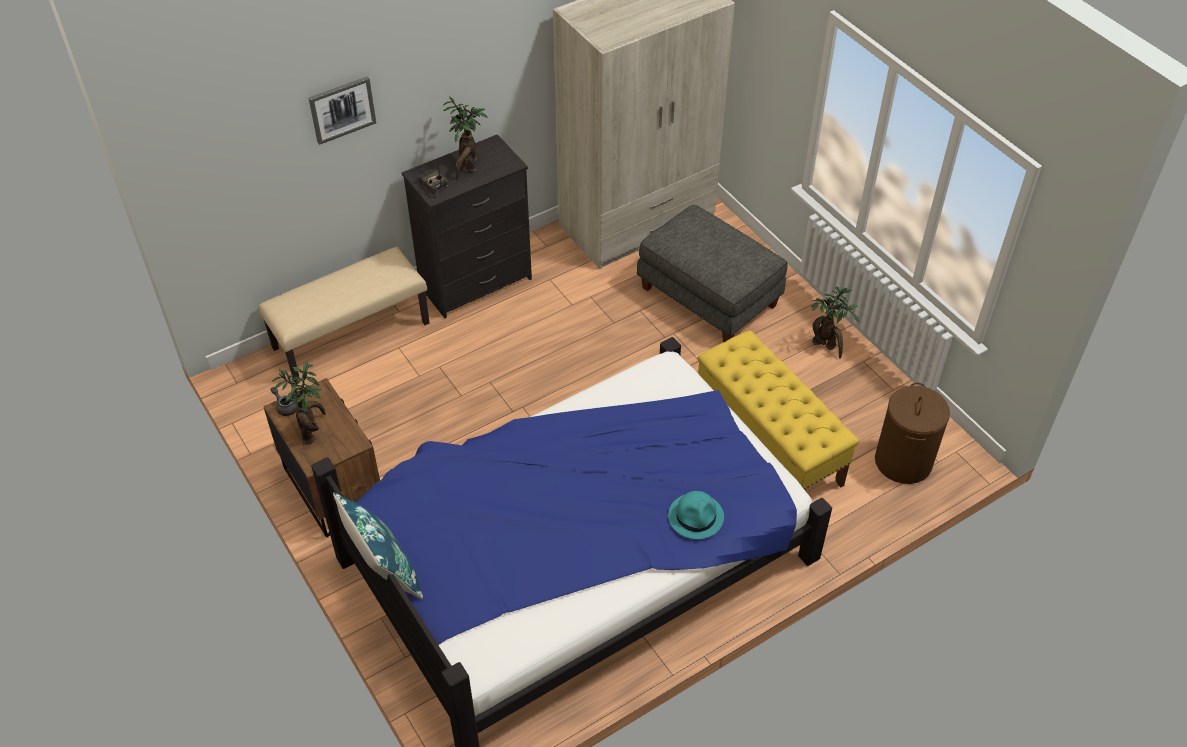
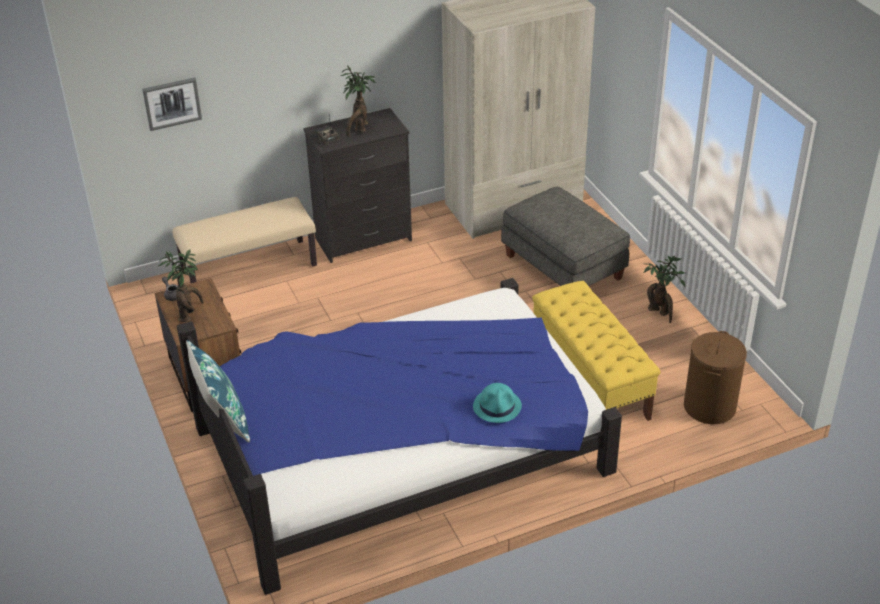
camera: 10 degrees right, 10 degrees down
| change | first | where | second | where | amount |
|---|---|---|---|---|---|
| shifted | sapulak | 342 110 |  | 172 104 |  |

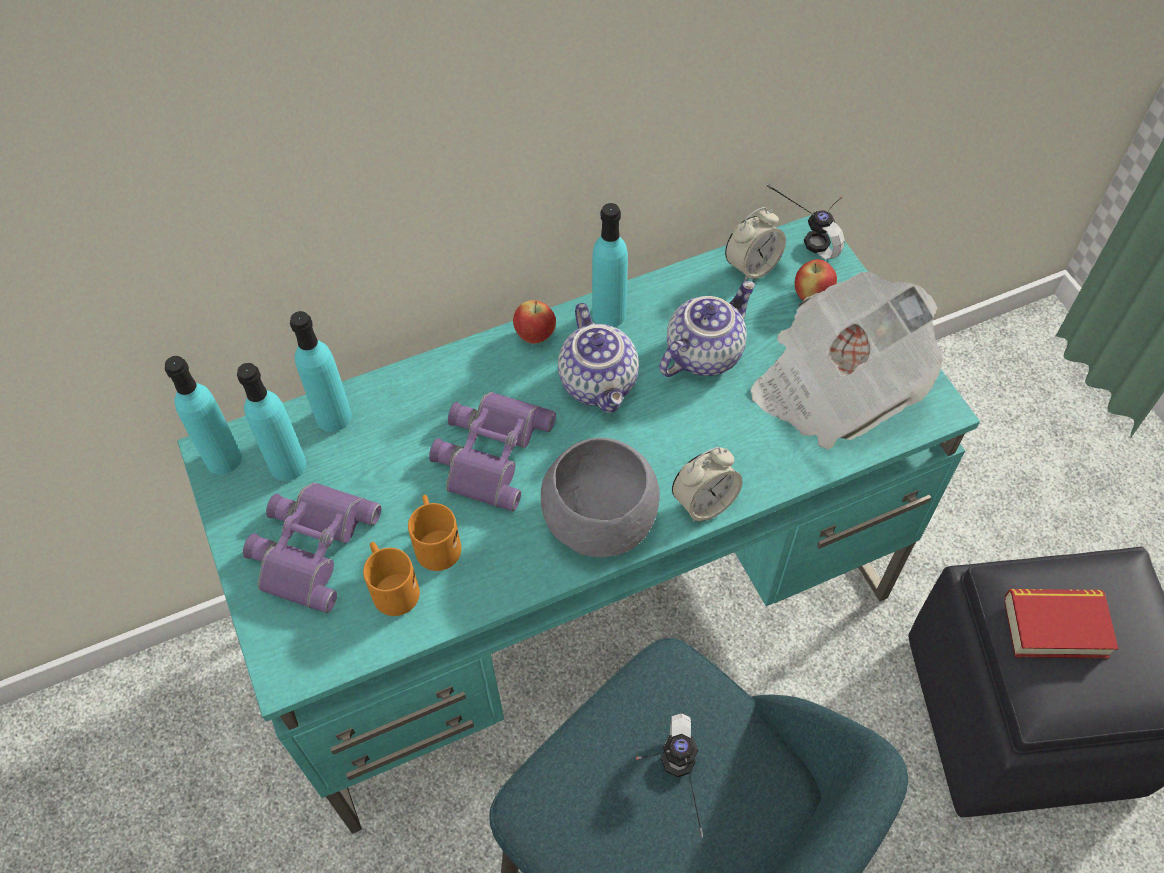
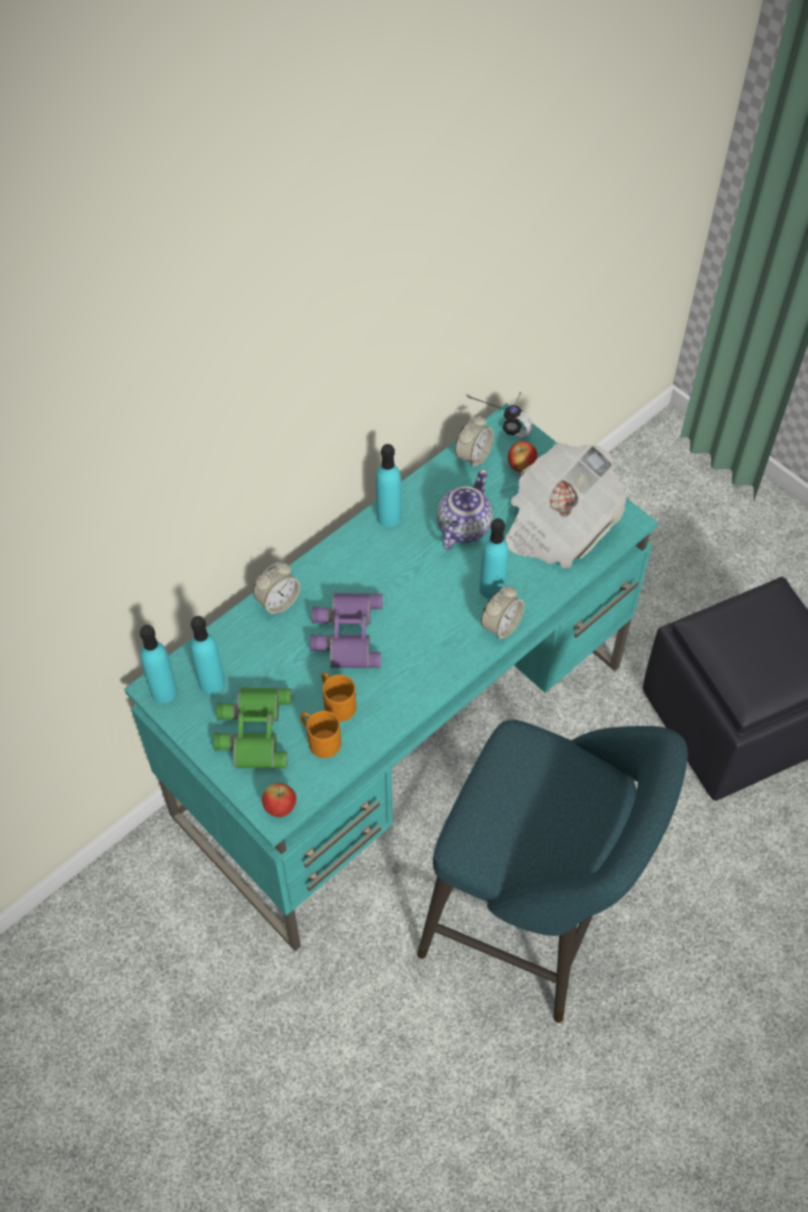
camera: 20 degrees left, 0 degrees up
| change | first | where | second | where | amount |
|---|---|---|---|---|---|
| repainted | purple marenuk | 312 547 | green marenuk | 252 728 |  |
| shifted | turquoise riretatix | 321 371 |  | 494 558 |  |
| shifted | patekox | 534 322 |  | 279 800 |  |
| gone | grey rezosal | 600 497 |  |  |  |
| gone | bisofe | 598 358 |  |  |  |
| gone | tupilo | 669 775 |  |  |  |
| gone | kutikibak | 1061 623 |  |  |  |
| new |  |  | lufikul | 276 589 |  |

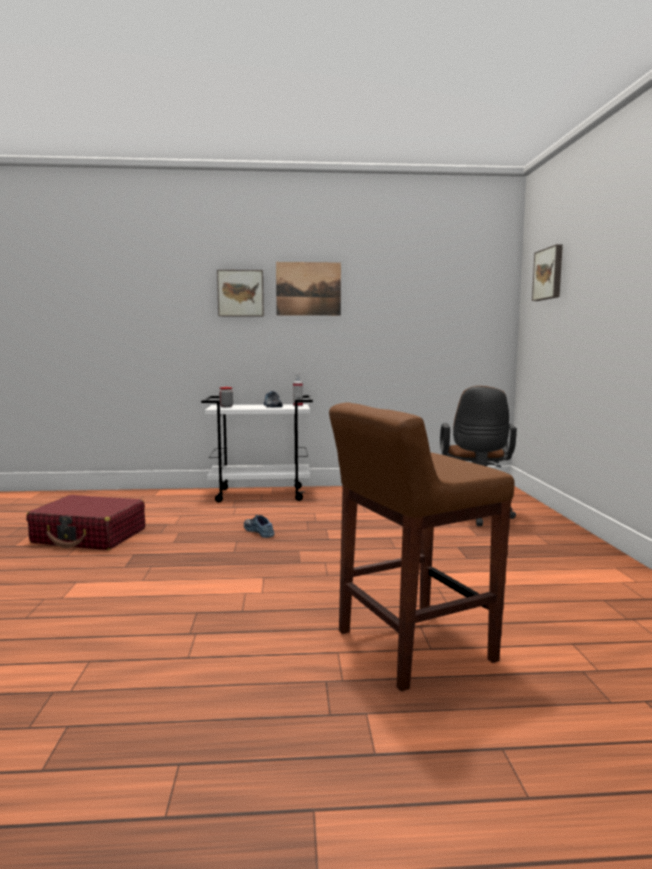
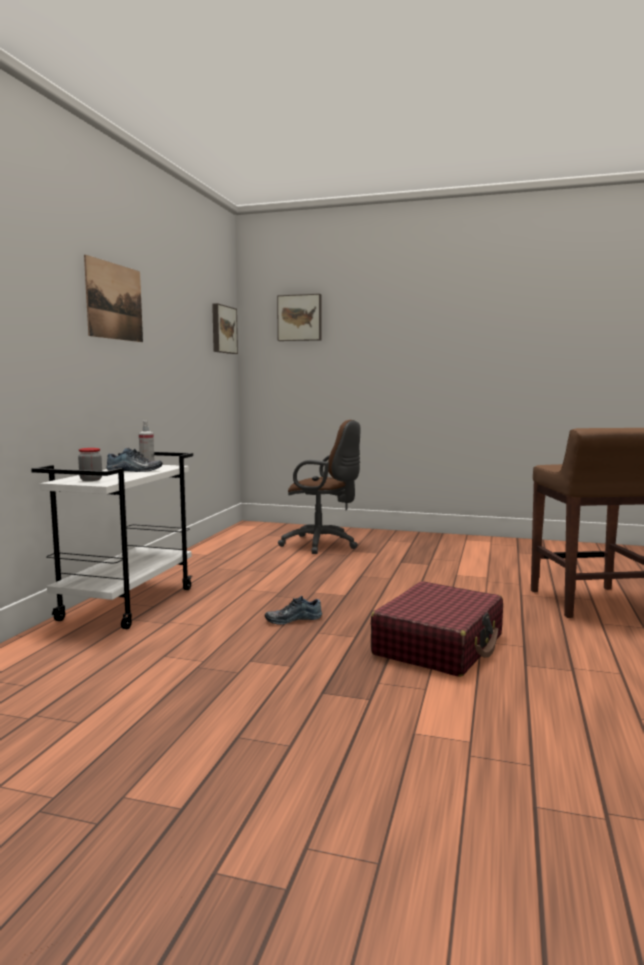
camera: 70 degrees left, 0 degrees up
| change | first | where | second | where | amount |
|---|---|---|---|---|---|
| shifted | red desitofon | 85 522 |  | 437 629 |  |
| shifted | sapulak | 240 293 |  | 225 328 |  |

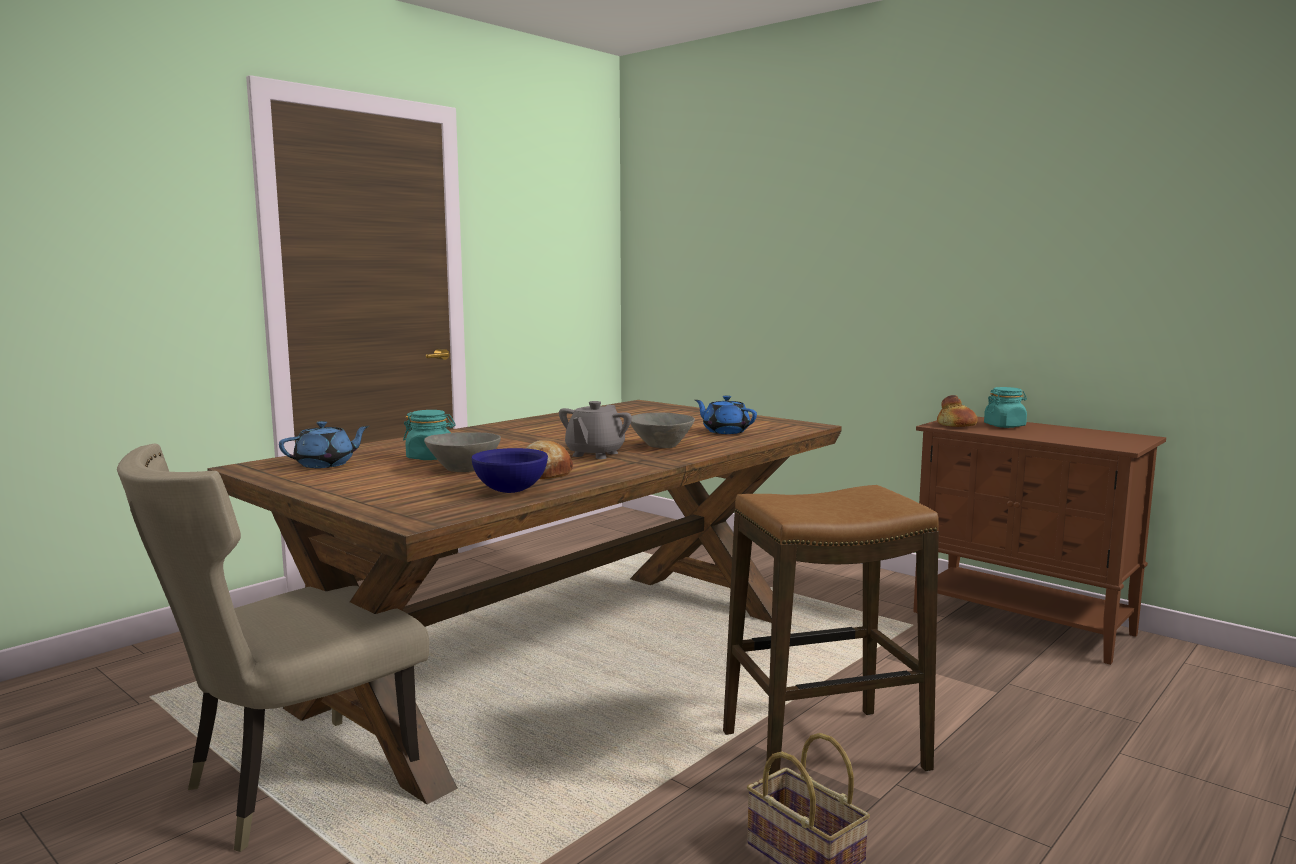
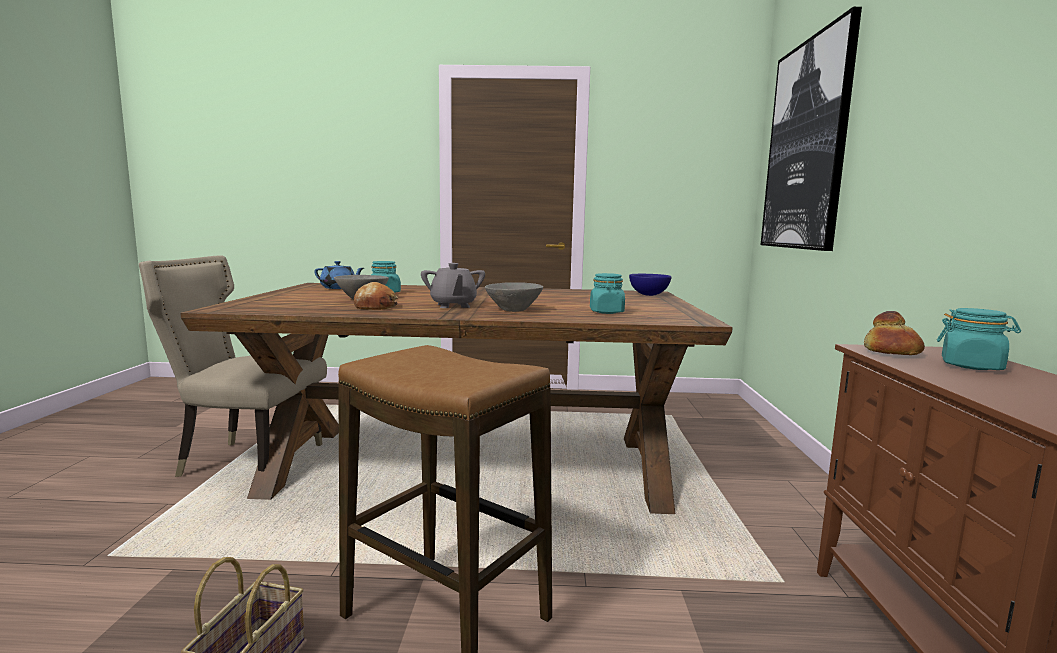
camera: 50 degrees right, 0 degrees up
| change | first | where | second | where | amount |
|---|---|---|---|---|---|
| shifted | blue rezosal | 509 470 |  | 650 285 |  |
| rotated | grey bisofe | 595 430 |  | 453 285 | 90 degrees counterclockwise |
| swapped | blue bisofe | 726 414 | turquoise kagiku | 607 293 |  |
| new |  |  | sapulak | 811 129 |  |

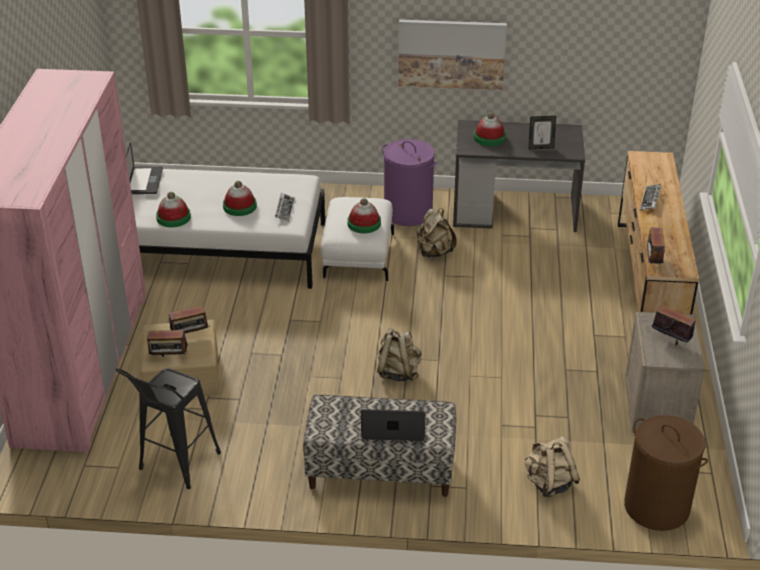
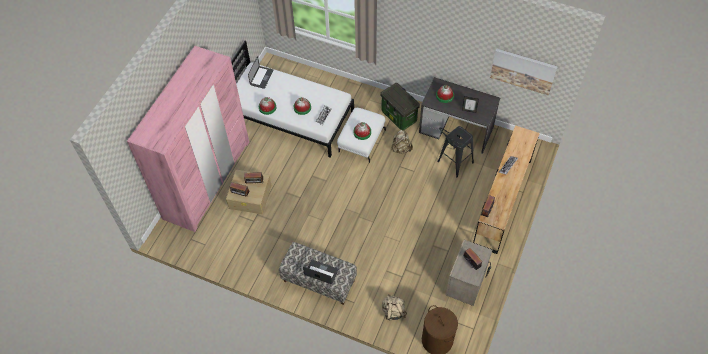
camera: 20 degrees right, 20 degrees up
| change | first | where | second | where | amount |
|---|---|---|---|---|---|
| shifted | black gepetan | 168 428 |  | 455 151 |  |
| gone | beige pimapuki | 399 354 |  |  |  |
| swapped | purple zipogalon | 410 182 | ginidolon | 400 106 |  |
| shifted | sapulak | 452 54 |  | 524 72 |  |

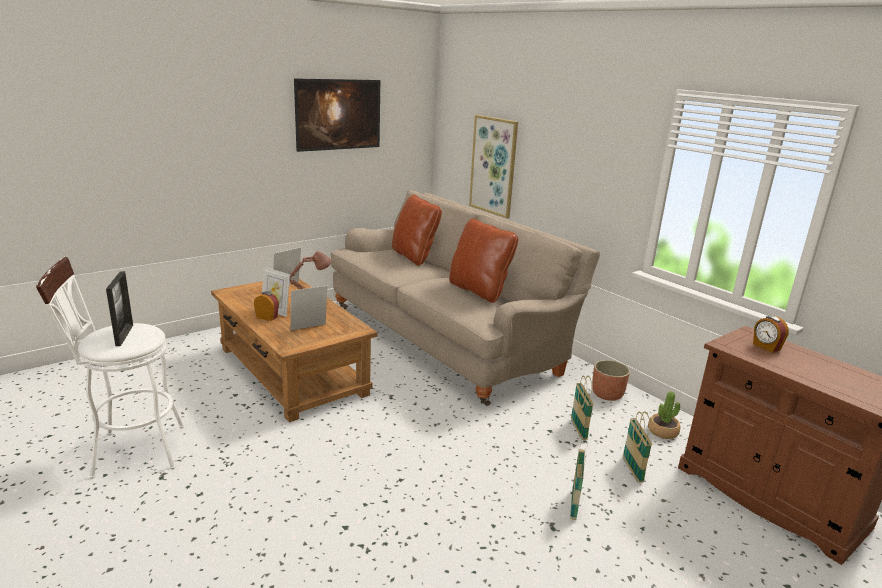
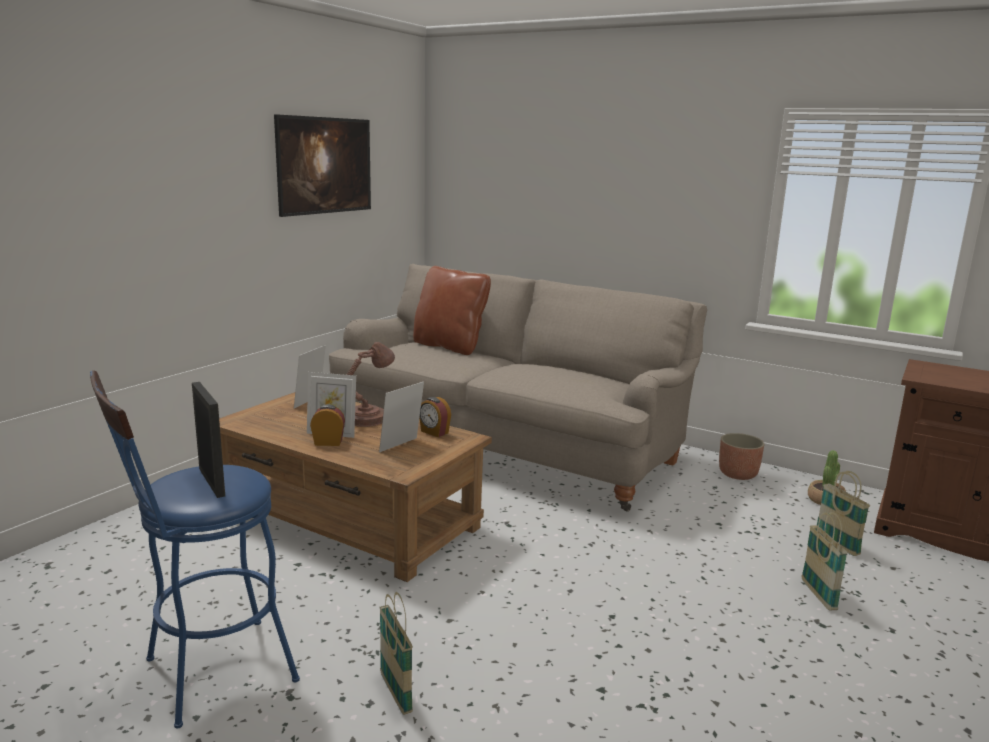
camera: 20 degrees left, 5 degrees down
| change | first | where | second | where | amount |
|---|---|---|---|---|---|
| repainted | white gepetan | 110 368 | blue gepetan | 195 549 |  |
| gone | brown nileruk | 483 260 |  |  |  |
| gone | sapulak | 493 166 |  |  |  |
| shifted | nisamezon | 582 408 |  | 396 653 |  |
| shifted | lufikul | 771 334 |  | 435 417 |  |

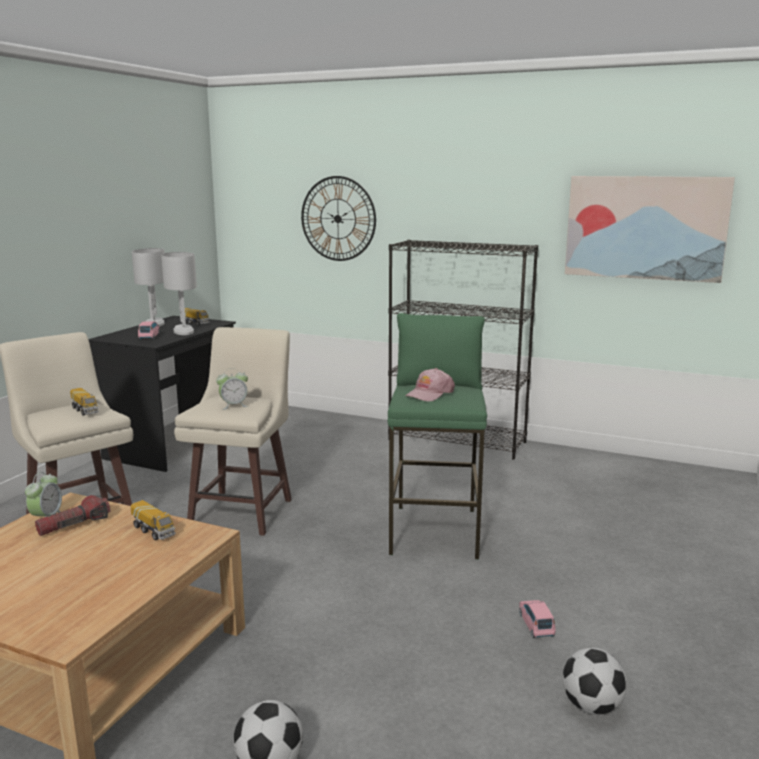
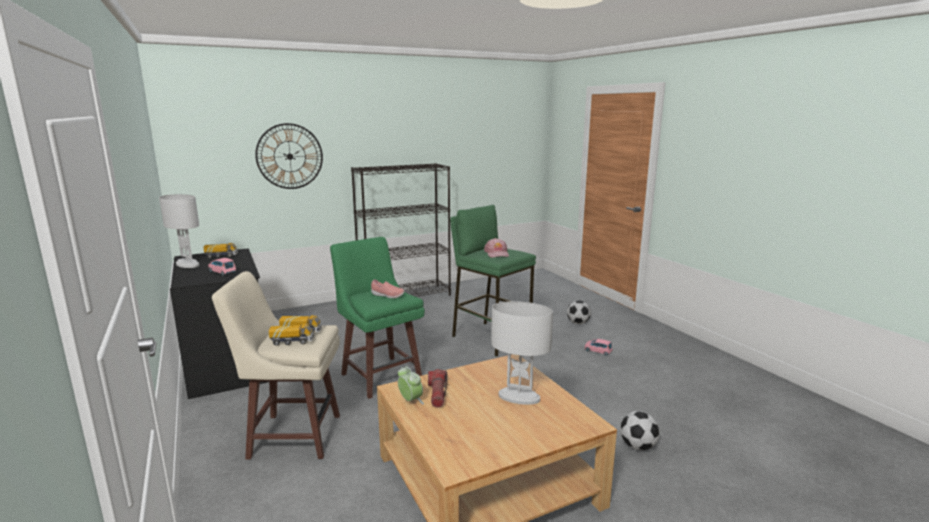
camera: 50 degrees left, 0 degrees up
| change | first | where | second | where | amount |
|---|---|---|---|---|---|
| shifted | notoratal | 153 520 |  | 291 335 |  |
| shifted | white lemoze | 179 293 |  | 522 353 |  |
| repainted | beige gepetan | 233 431 | green gepetan | 377 318 |  |
| swapped | lufikul | 232 389 | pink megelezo | 388 288 |  |
| shifted | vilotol | 594 681 |  | 579 312 |  |
| gone | sapulak | 650 229 |  |  |  |

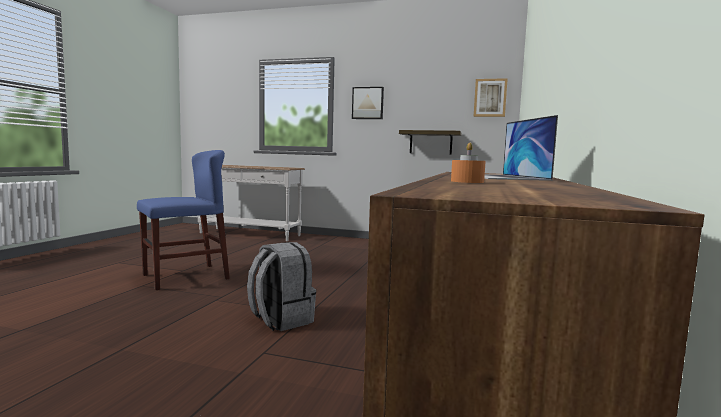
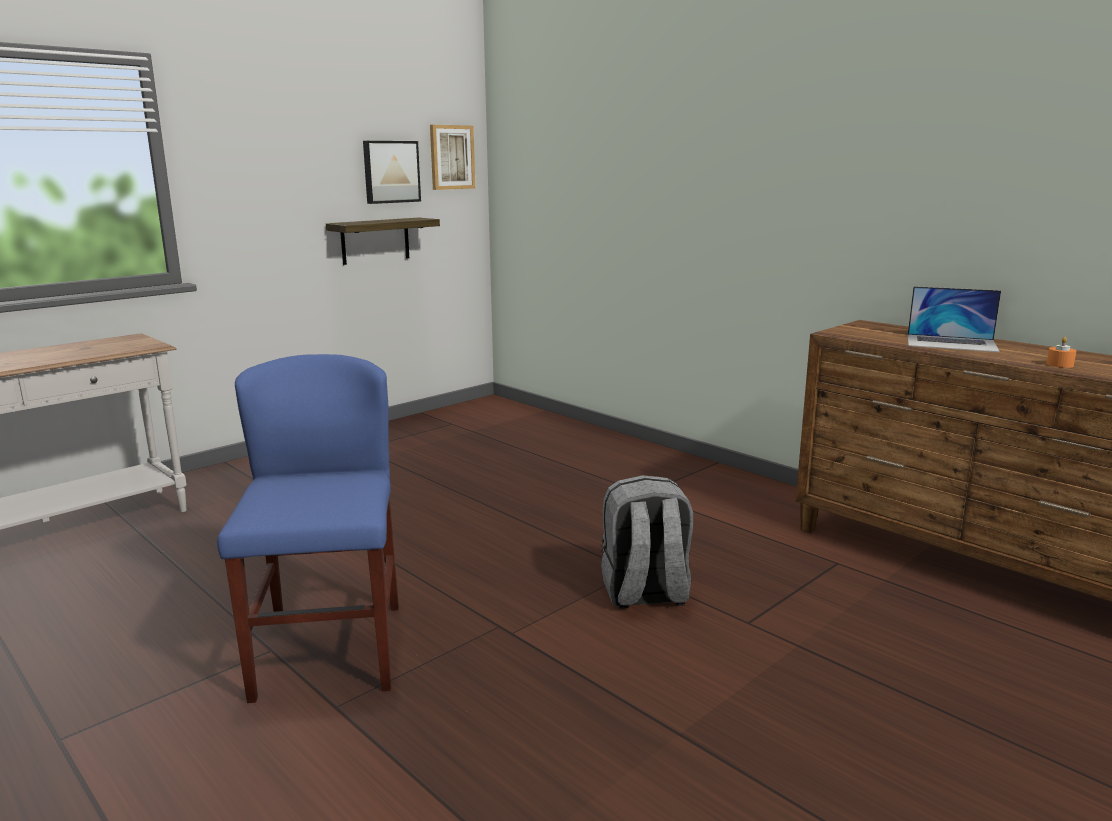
camera: 60 degrees left, 10 degrees up
| change | first | where | second | where | amount |
|---|---|---|---|---|---|
| shifted | sapulak | 368 103 |  | 392 172 |  |

